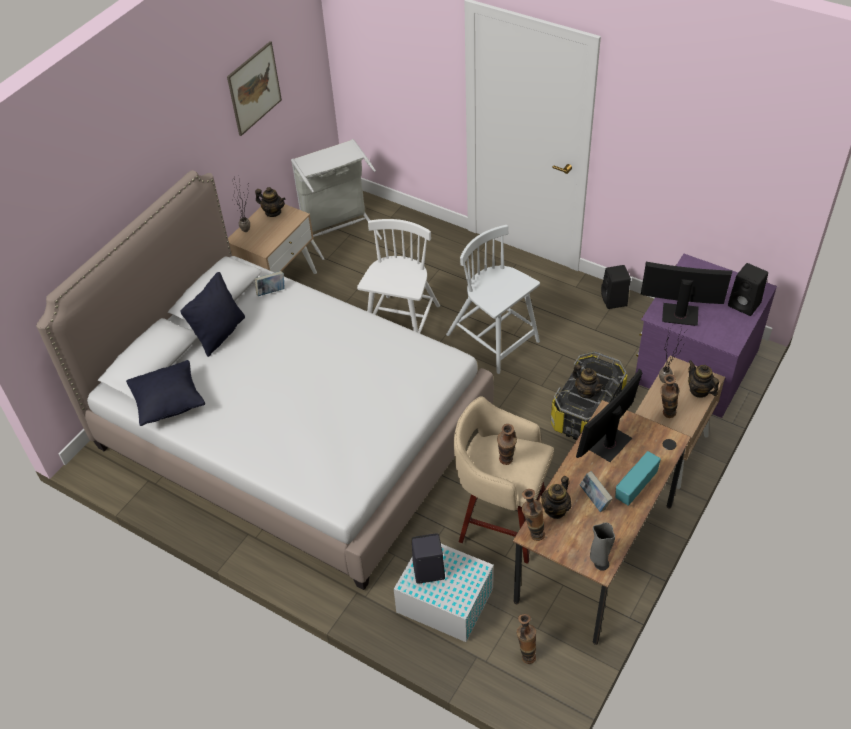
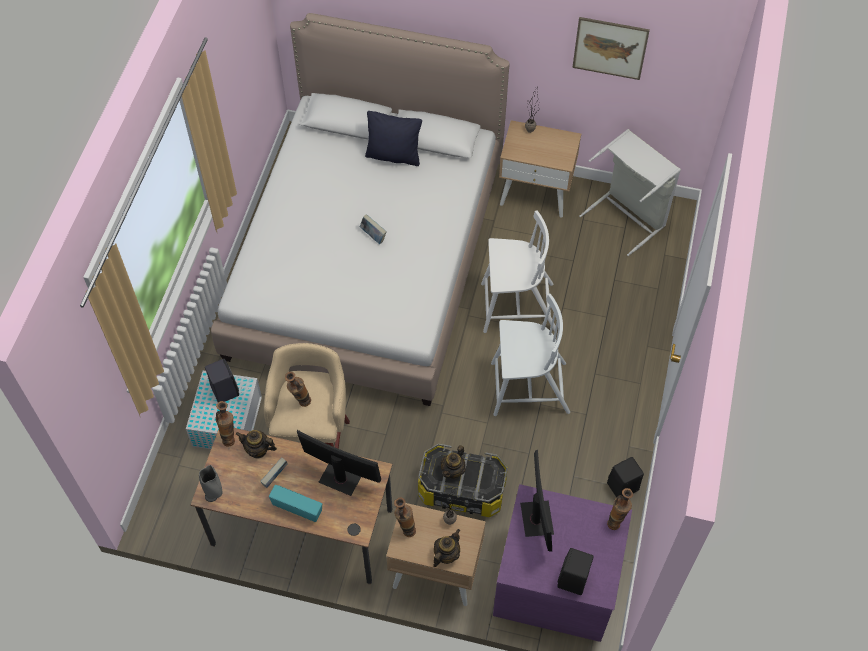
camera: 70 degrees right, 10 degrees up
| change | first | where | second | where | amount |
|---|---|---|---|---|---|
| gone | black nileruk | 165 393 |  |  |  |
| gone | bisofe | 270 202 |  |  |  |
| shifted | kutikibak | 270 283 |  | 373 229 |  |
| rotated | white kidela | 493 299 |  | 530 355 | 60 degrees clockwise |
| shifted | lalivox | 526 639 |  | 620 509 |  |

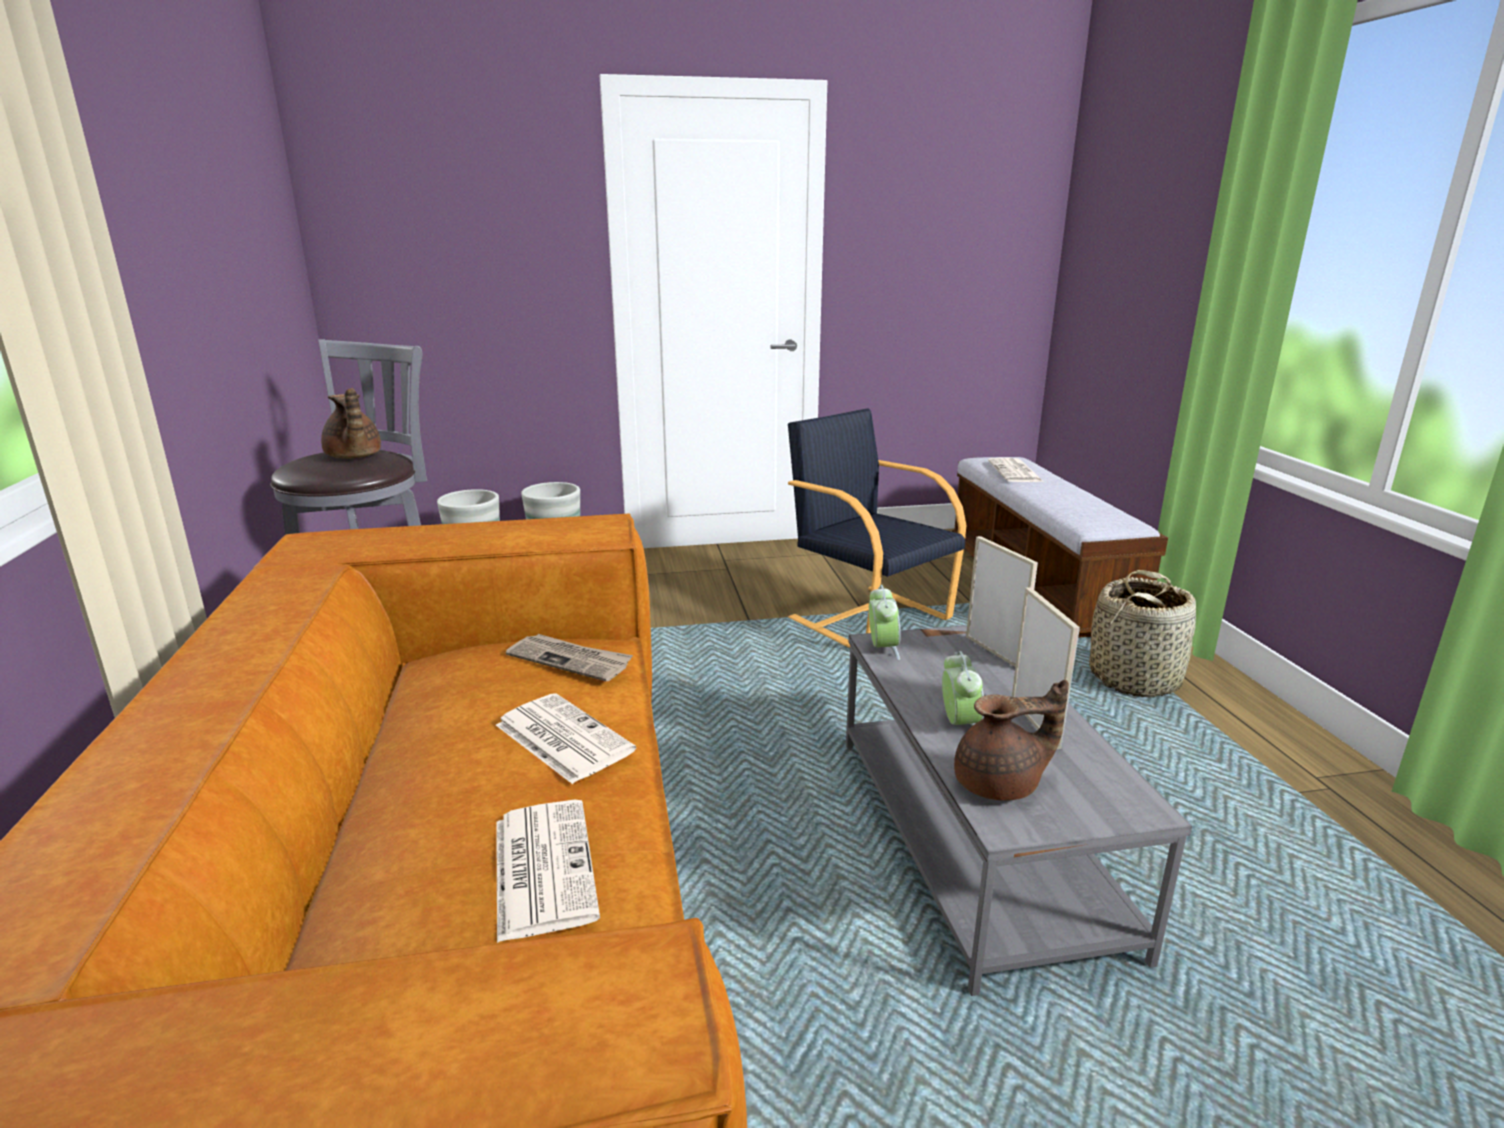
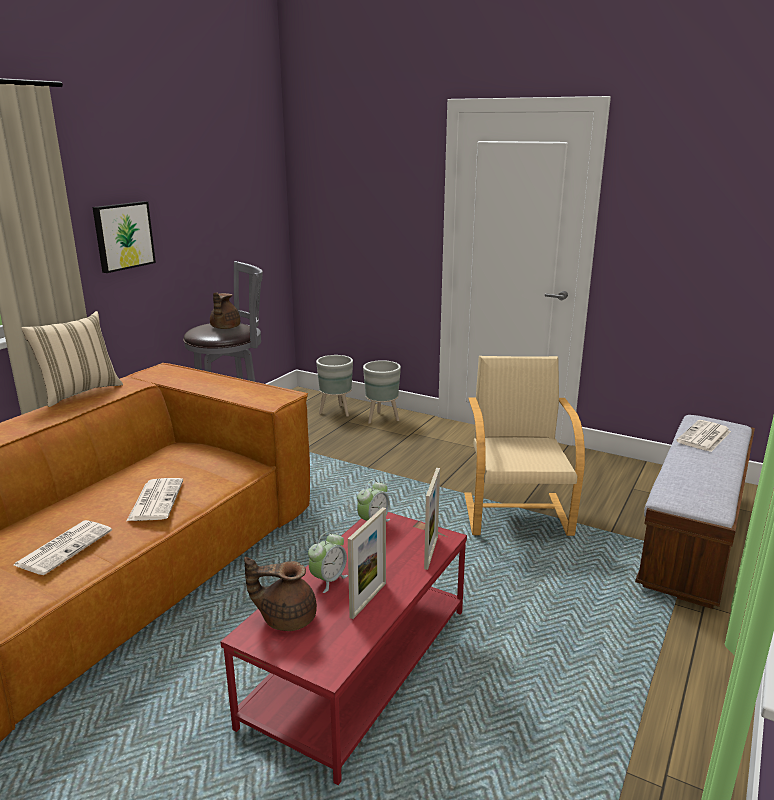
camera: 40 degrees right, 0 degrees up
| change | first | where | second | where | amount |
|---|---|---|---|---|---|
| gone | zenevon | 569 658 |  |  |  |
| repainted | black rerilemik | 877 528 | beige rerilemik | 524 446 |  |
| repainted | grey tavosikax | 1019 810 | red tavosikax | 343 648 |  |
| rotated | brown bisofe | 1011 740 |  | 280 594 | 150 degrees clockwise |
| gone | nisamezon | 1142 634 |  |  |  |
| new |  |  | beige nileruk | 72 359 |  |
| new |  |  | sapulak | 124 237 |  |

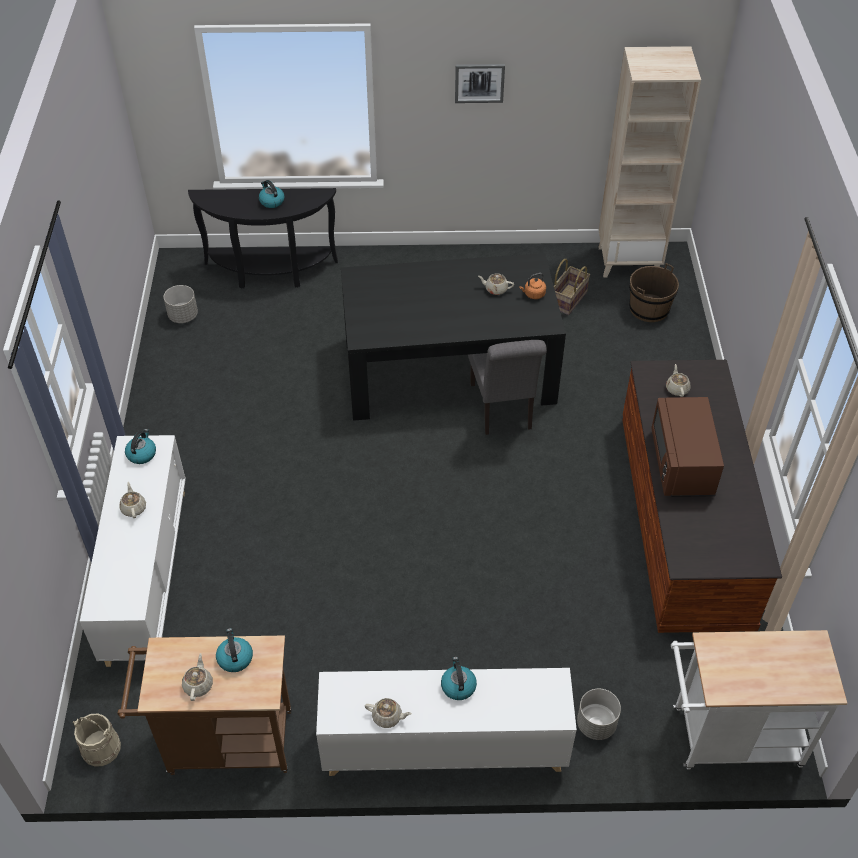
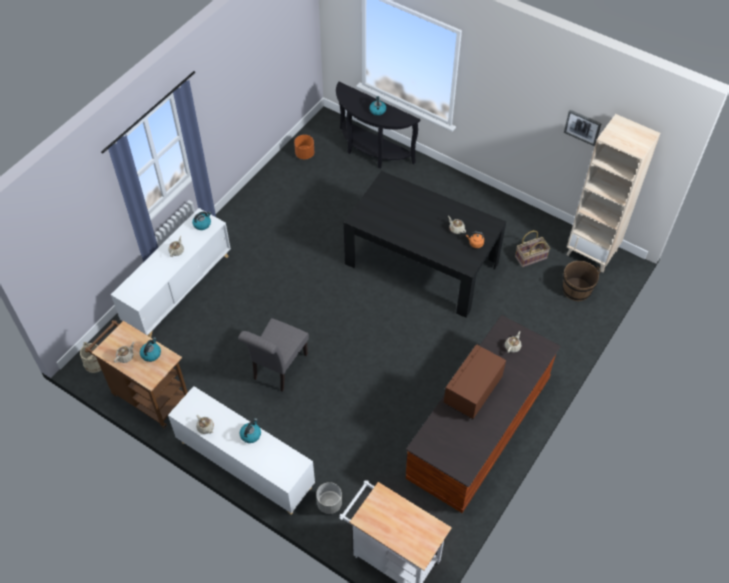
camera: 35 degrees right, 5 degrees up
| change | first | where | second | where | amount |
|---|---|---|---|---|---|
| repainted | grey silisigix | 181 304 | orange silisigix | 304 147 |  |
| shifted | sapulak | 480 83 |  | 583 128 |  |
| shifted | grey kidela | 507 387 |  | 273 355 |  |

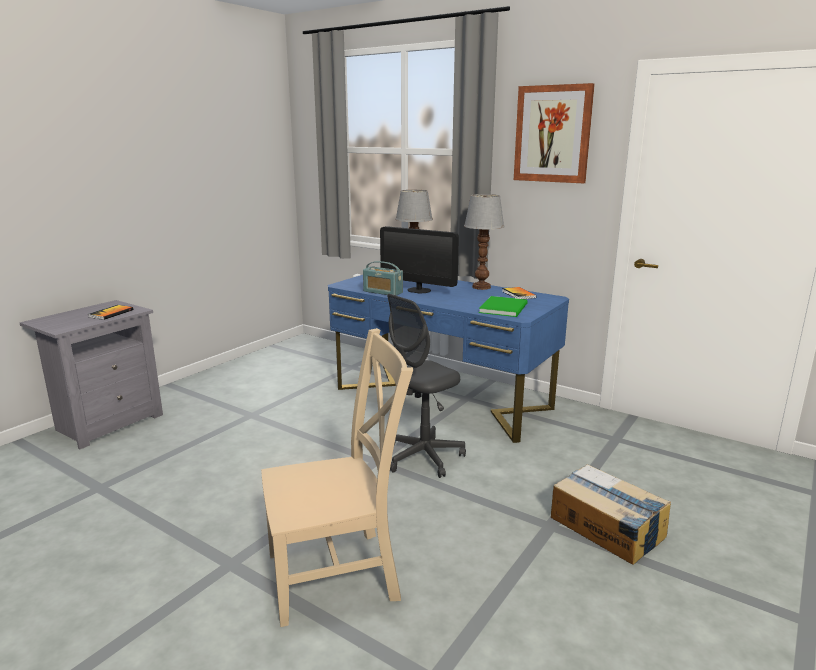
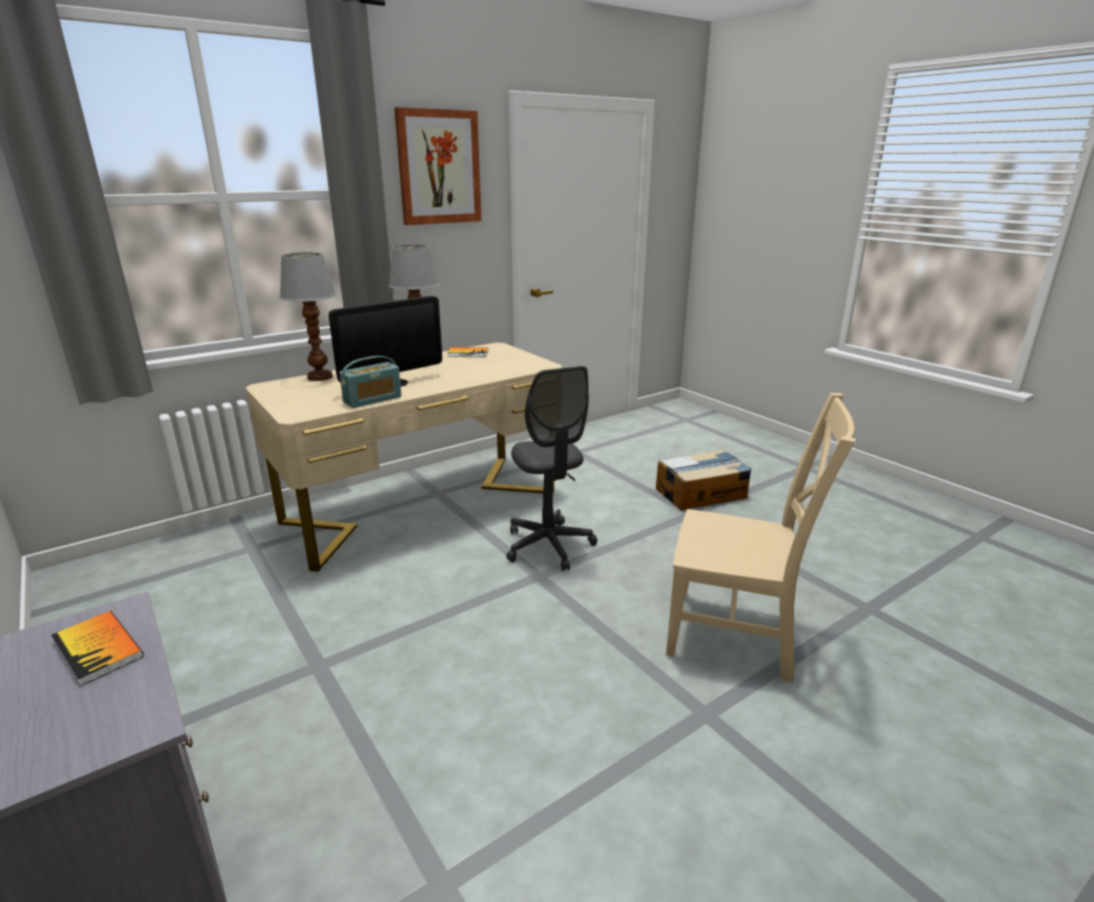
camera: 70 degrees left, 5 degrees up
| change | first | where | second | where | amount |
|---|---|---|---|---|---|
| rotated | beige kidela | 337 477 |  | 761 538 | 105 degrees clockwise |
| repainted | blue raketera | 448 359 | beige raketera | 403 457 |  |
| gone | green kutikibak | 503 306 |  |  |  |

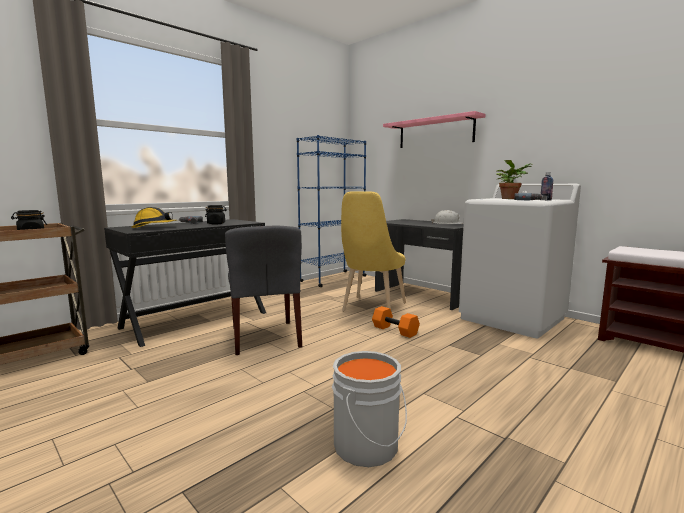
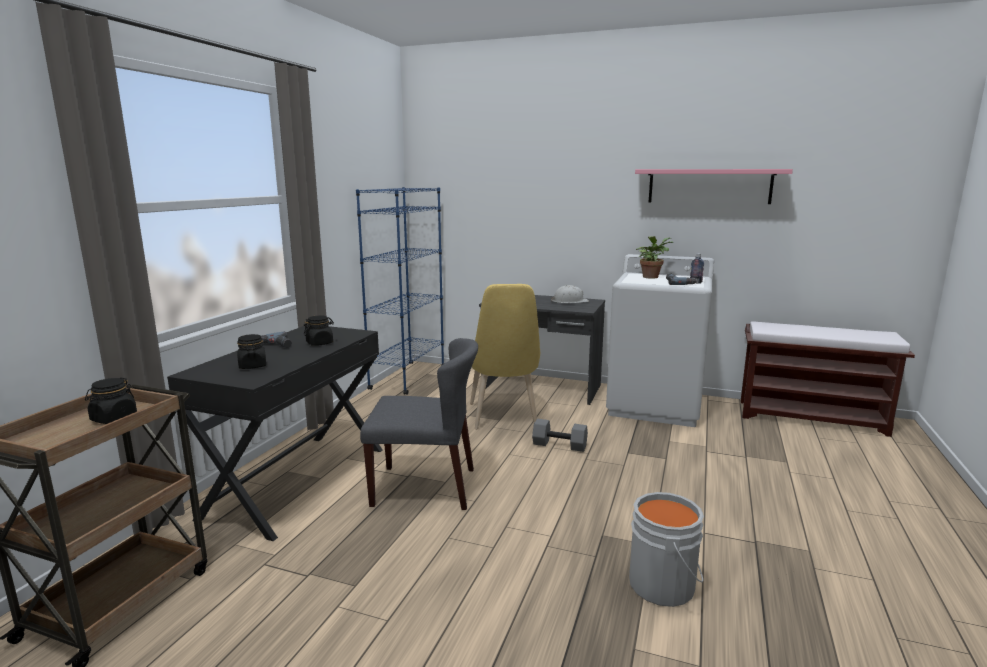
camera: 25 degrees left, 5 degrees up
| change | first | where | second | where | amount |
|---|---|---|---|---|---|
| swapped | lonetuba | 154 217 | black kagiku | 251 351 |  |
| rotated | grey kidela | 263 290 |  | 419 424 | 45 degrees counterclockwise |
| repainted | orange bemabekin | 396 322 | grey bemabekin | 560 435 |  |
| shifted | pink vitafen | 434 129 |  | 714 186 |  |

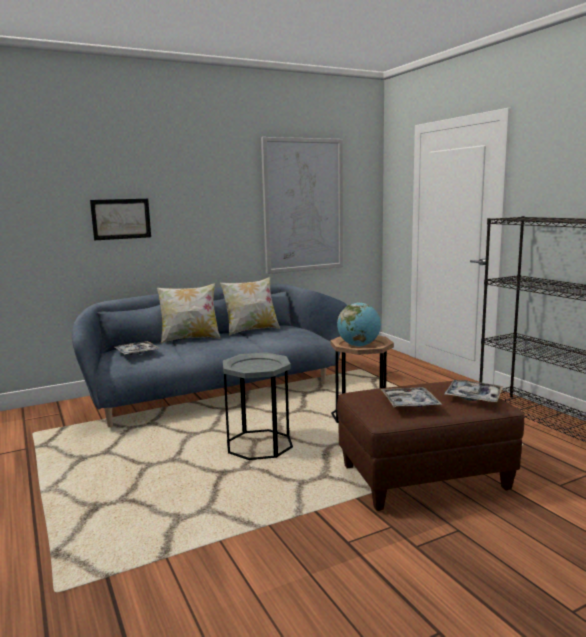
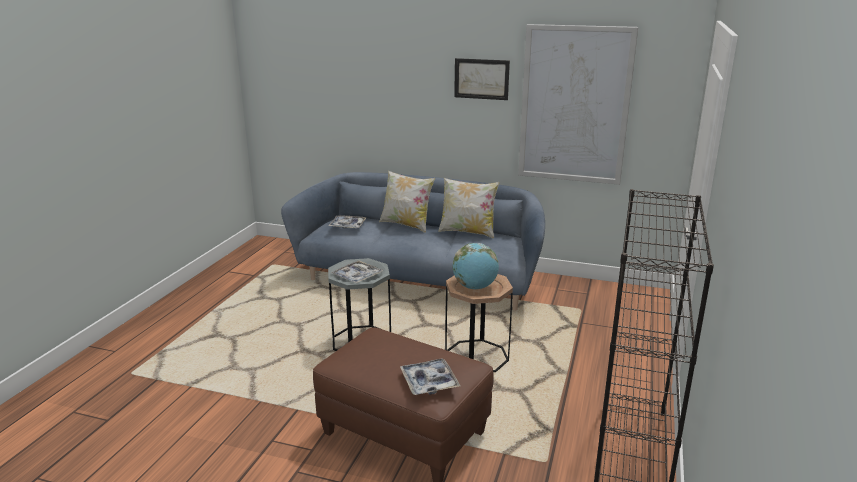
camera: 45 degrees right, 10 degrees up
| change | first | where | second | where | amount |
|---|---|---|---|---|---|
| shifted | sapulak | 120 219 |  | 482 79 |  |
| shifted | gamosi | 411 397 |  | 357 272 |  |

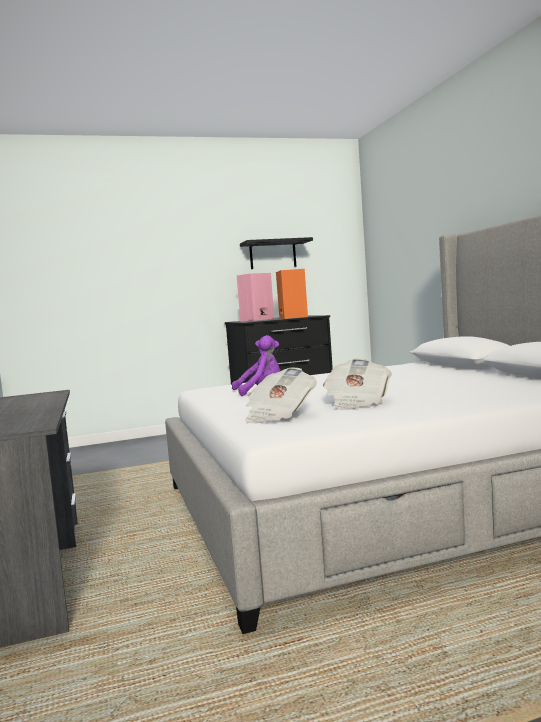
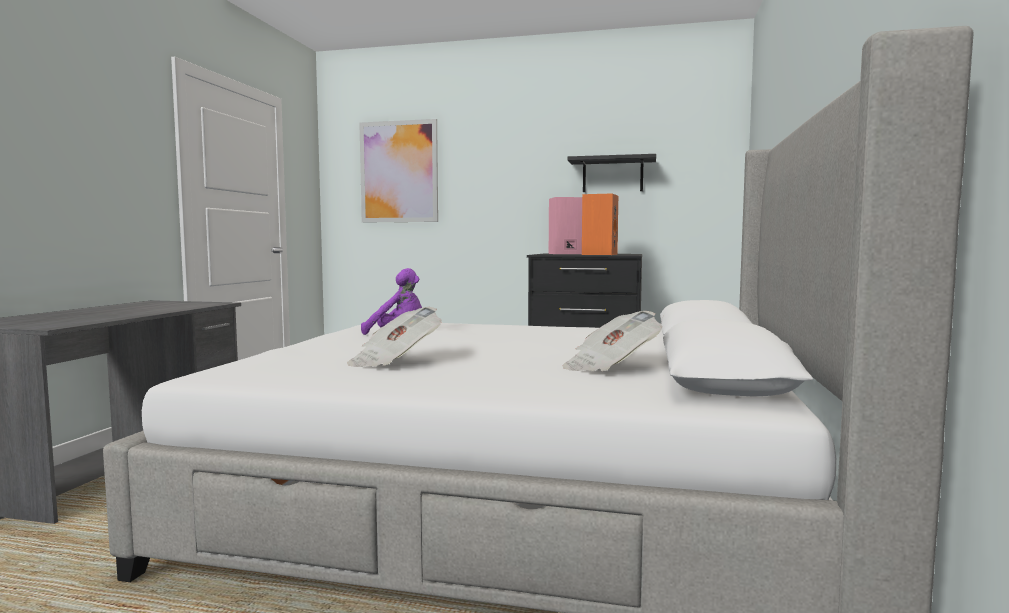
camera: 30 degrees right, 0 degrees up
| change | first | where | second | where | amount |
|---|---|---|---|---|---|
| shifted | zenevon | 281 395 |  | 612 341 |  |
| new |  |  | sapulak | 398 170 |  |

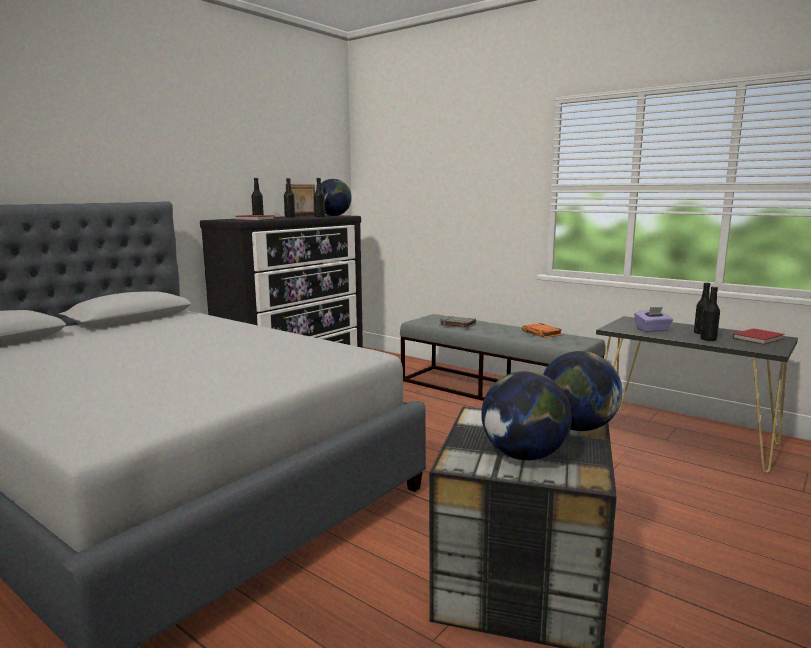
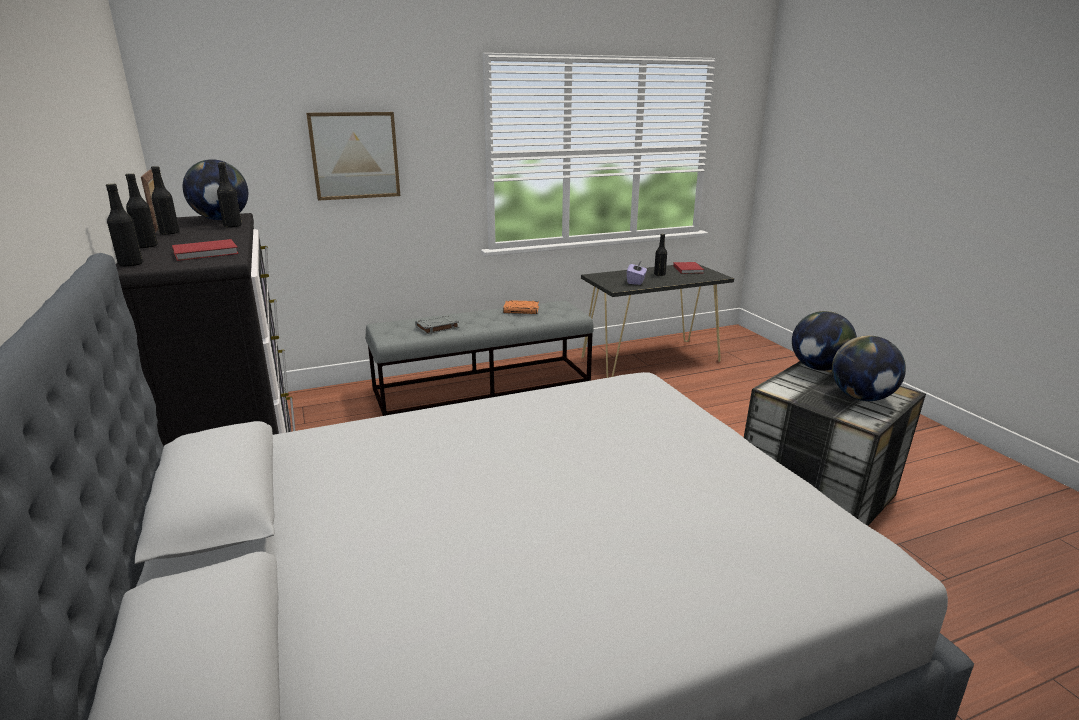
camera: 60 degrees left, 10 degrees up
| change | first | where | second | where | amount |
|---|---|---|---|---|---|
| shifted | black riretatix | 710 313 |  | 124 225 |  |
| new |  |  | sapulak | 353 156 |  |

